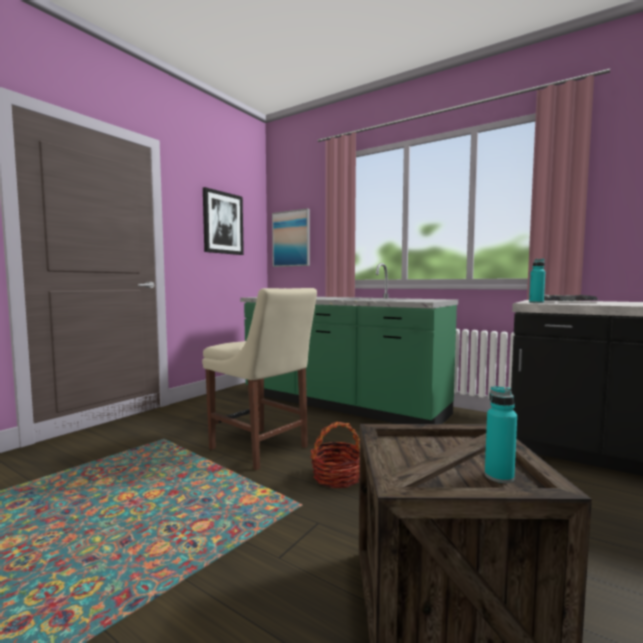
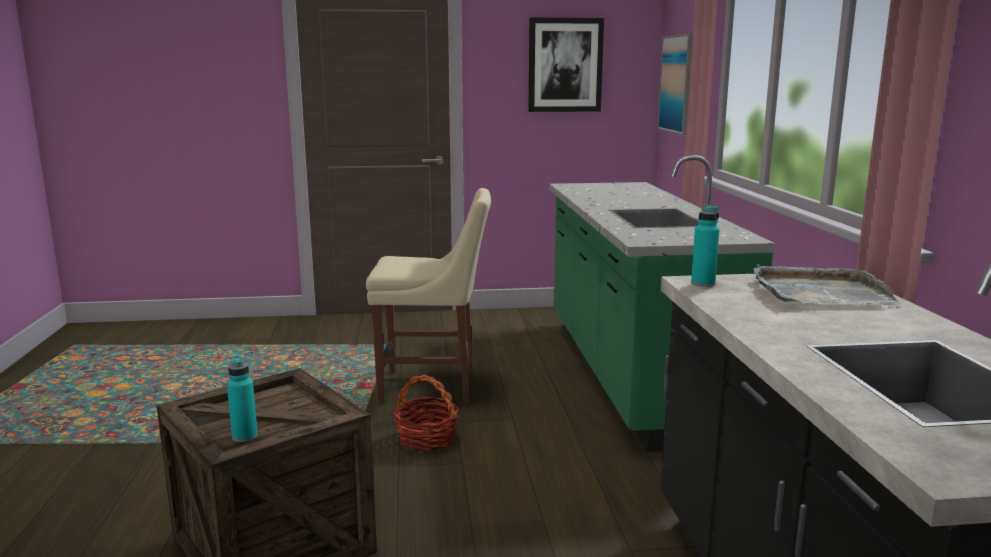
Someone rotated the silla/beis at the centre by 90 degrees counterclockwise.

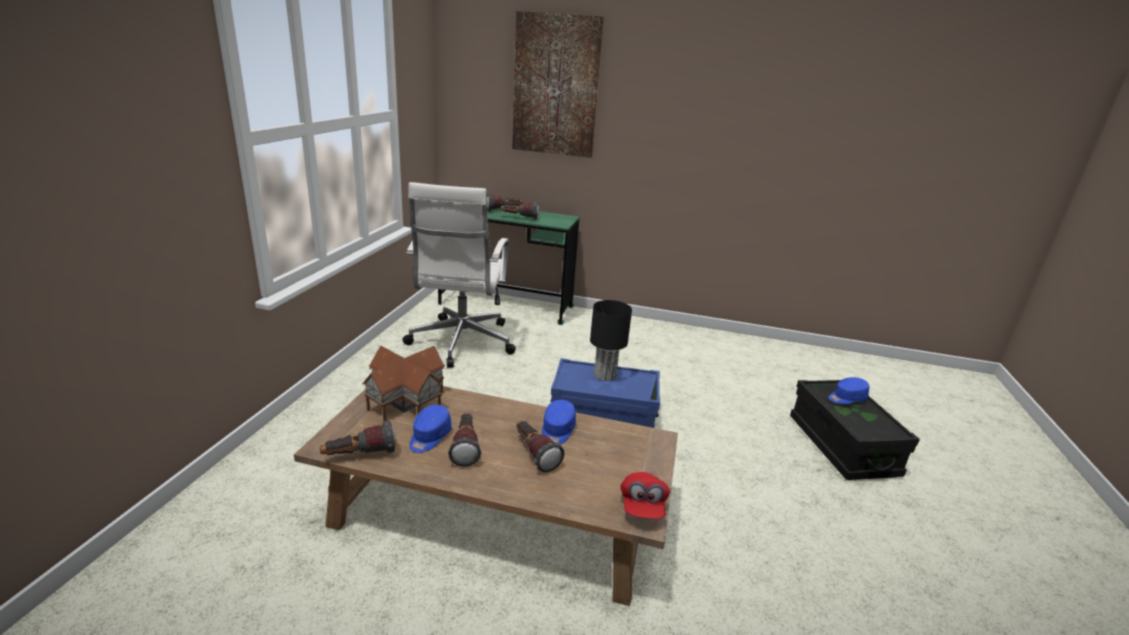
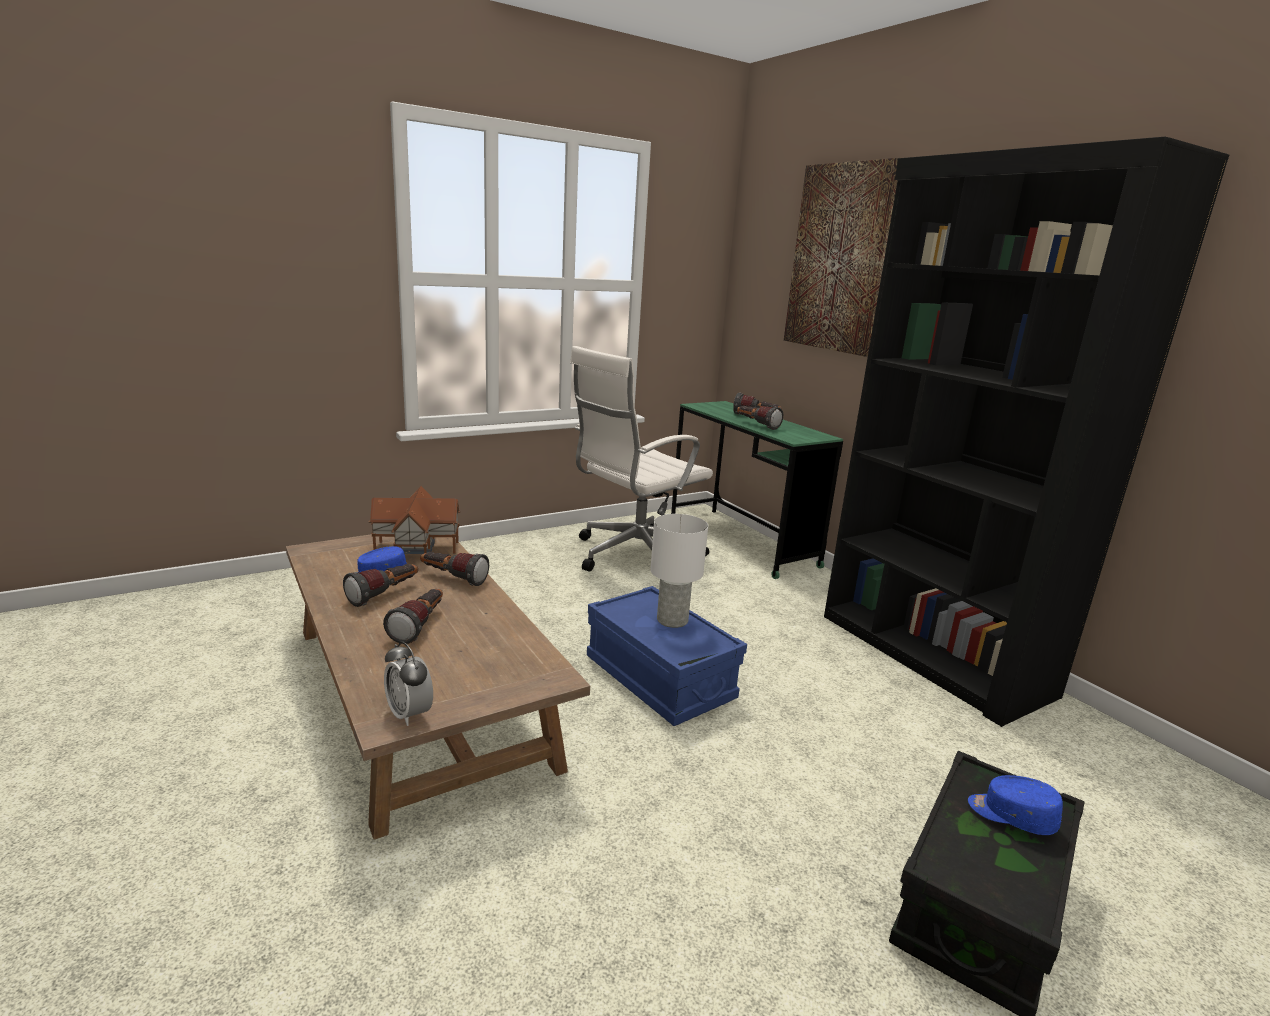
Someone took away the gorra/azul (2nd from left) at the centre.
Someone put down the estantería/negro at the middle right.
Someone carried the linterna (1st from left in the first image) from the bottom left to the centre.
Someone swapped the gorra/rojo at the bottom centre for the despertador at the bottom left.
Someone repainted the lámpara de mesa/negro at the centre, which became the lámpara de mesa/blanco at the centre.

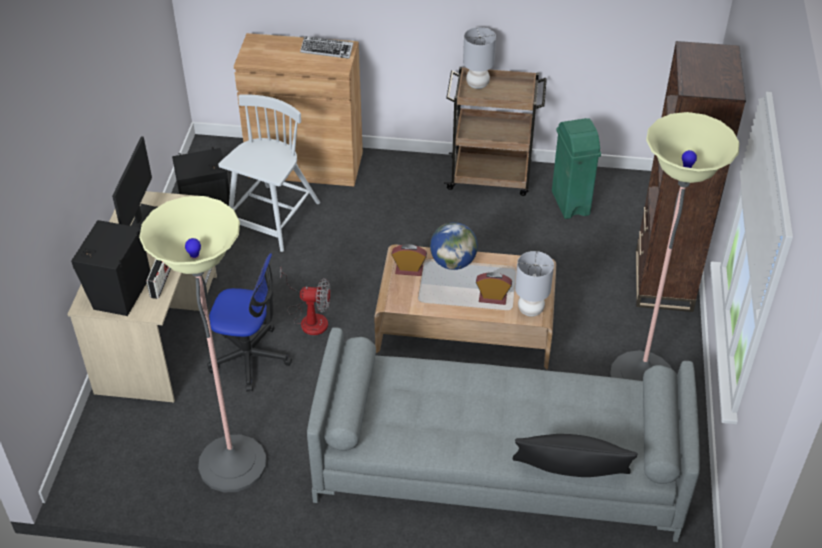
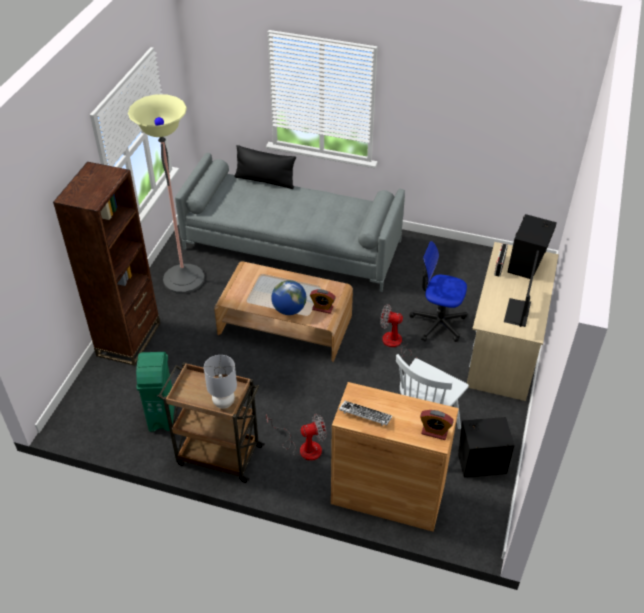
Someone took away the lámpara de pie (1st from left) at the middle left.
Someone took away the lámpara de mesa/gris (2nd from left) at the centre.
Someone put down the ventilador (1st from left) at the bottom centre.
Someone carried the despertador (2nd from left) from the centre to the bottom right.

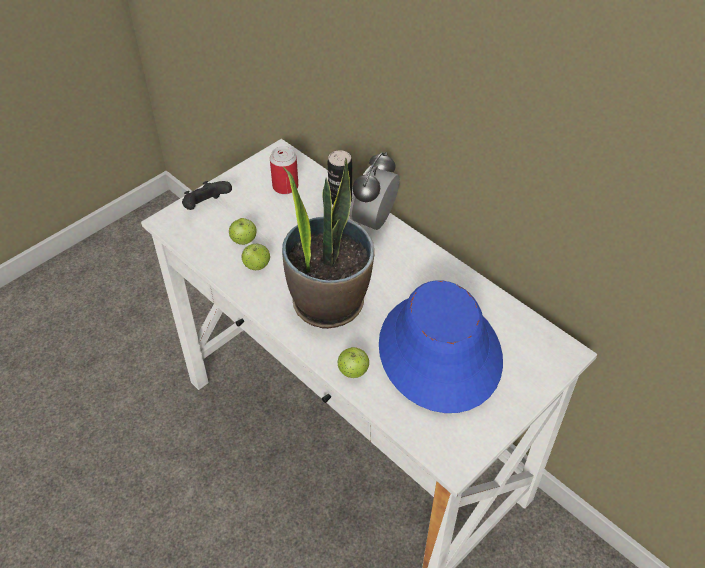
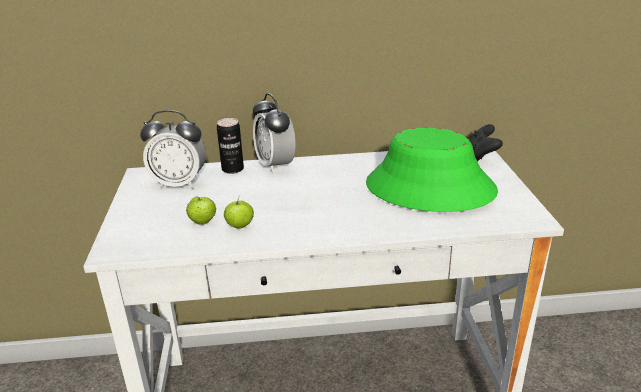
Someone took away the planta en maceta at the centre.
Someone took away the manzana (3rd from left) at the centre.
Someone carried the mando de consola/negro from the middle left to the middle right.
Someone swapped the lata (1st from left) at the top centre for the despertador (1st from left) at the middle left.
Someone repainted the sombrero/azul at the centre, which became the sombrero/verde at the middle right.

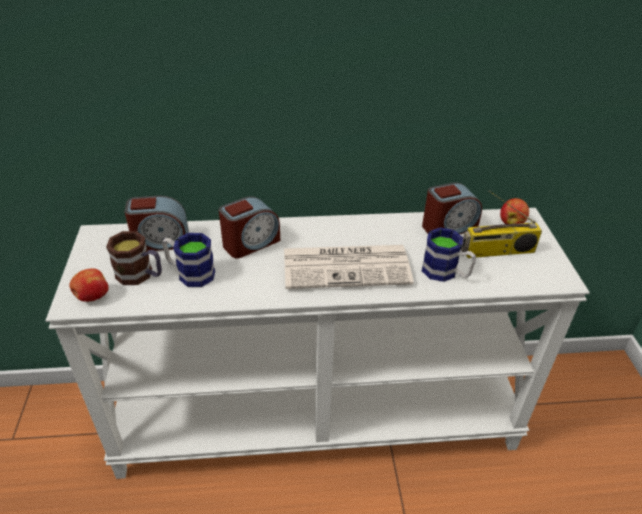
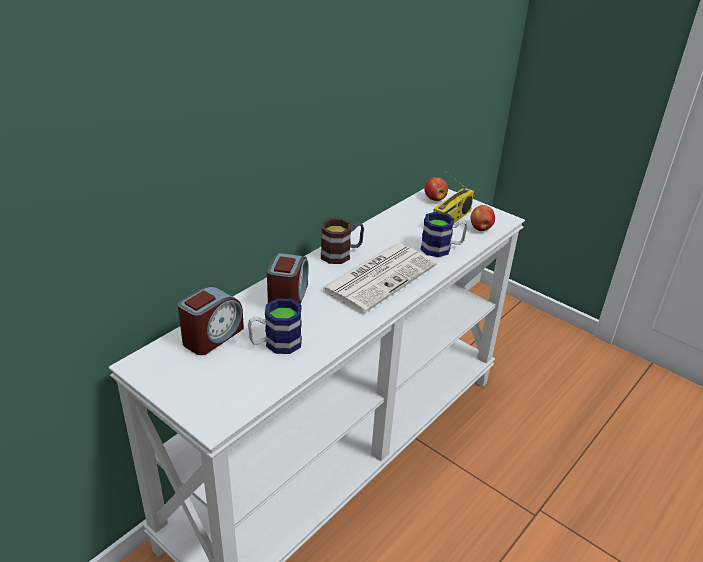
Someone took away the despertador (3rd from left) at the middle right.
Someone carried the manzana (1st from left in the first image) from the middle left to the middle right.
Someone carried the taza grande (1st from left in the first image) from the middle left to the centre.

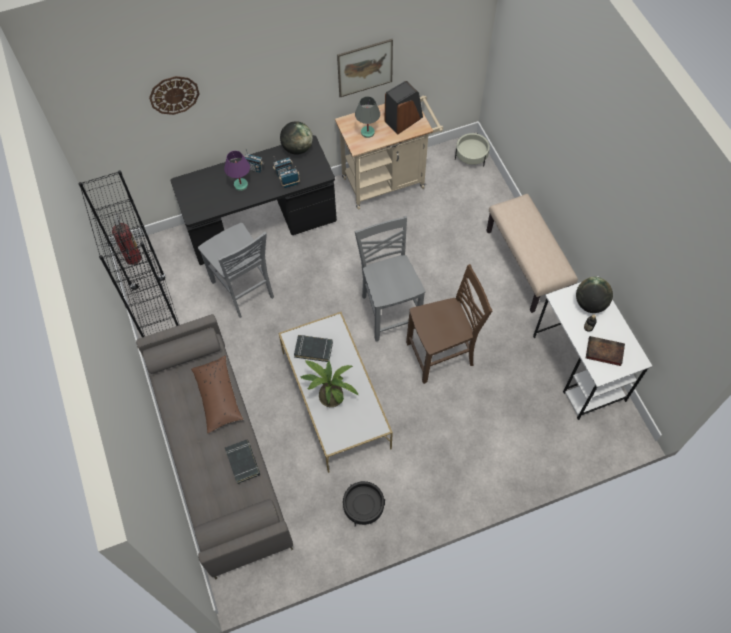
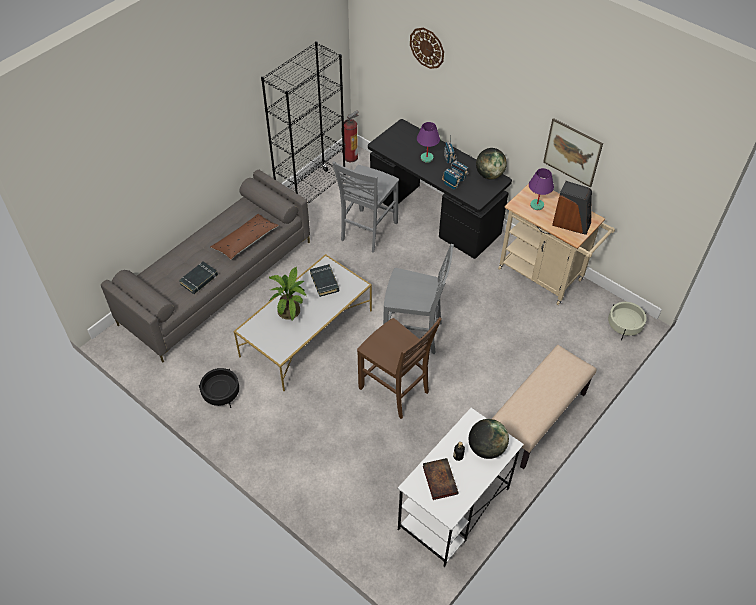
Someone repainted the lámpara de mesa/gris at the top centre, which became the lámpara de mesa/morado (2nd from left) at the top right.
Someone rotated the silla/gris (2nd from left) at the centre by 60 degrees clockwise.

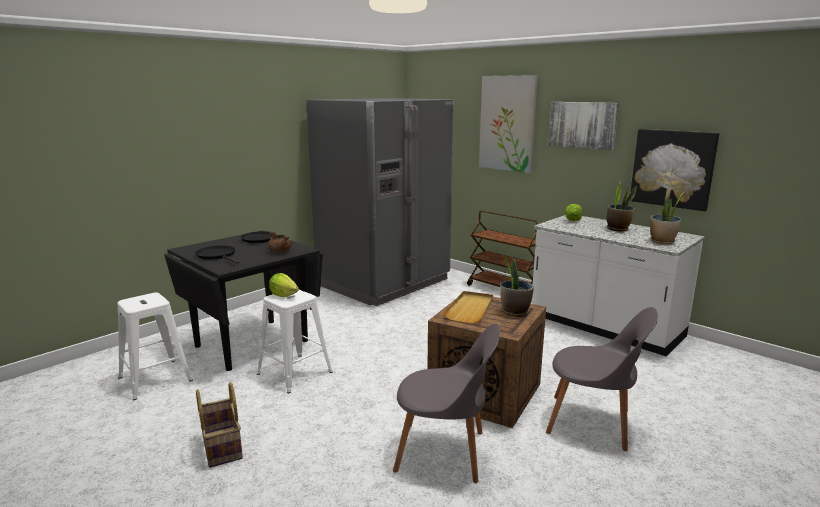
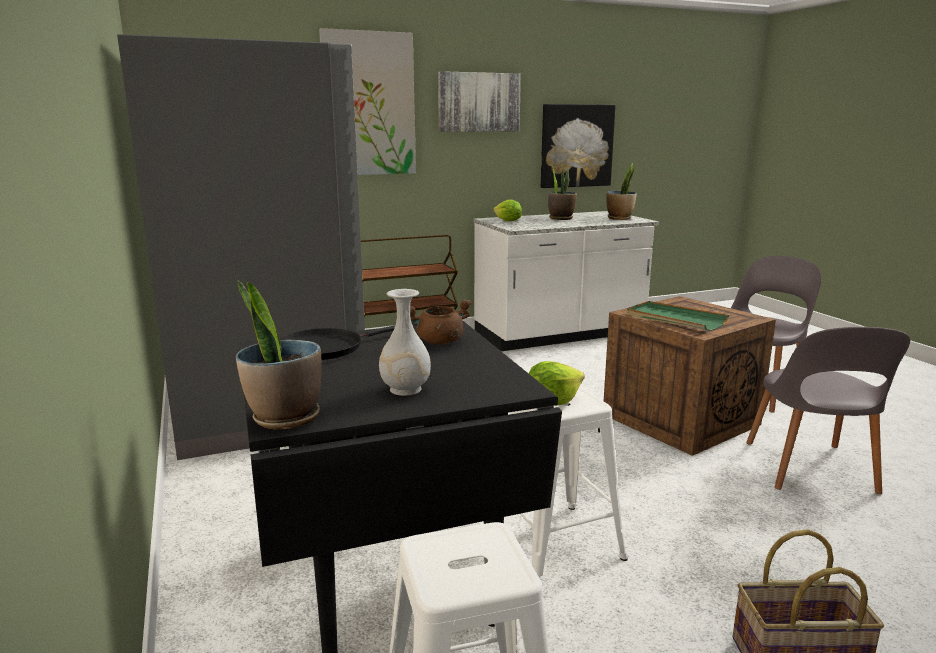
Someone carried the planta en maceta (1st from left) from the centre to the middle left.
Someone swapped the sartén/negro (1st from left) at the middle left for the florero/blanco at the centre.
Someone repainted the bandeja/beis at the centre, which became the bandeja/verde at the middle right.
Someone rotated the silla/gris (1st from left in the first image) at the bottom centre by 150 degrees clockwise.

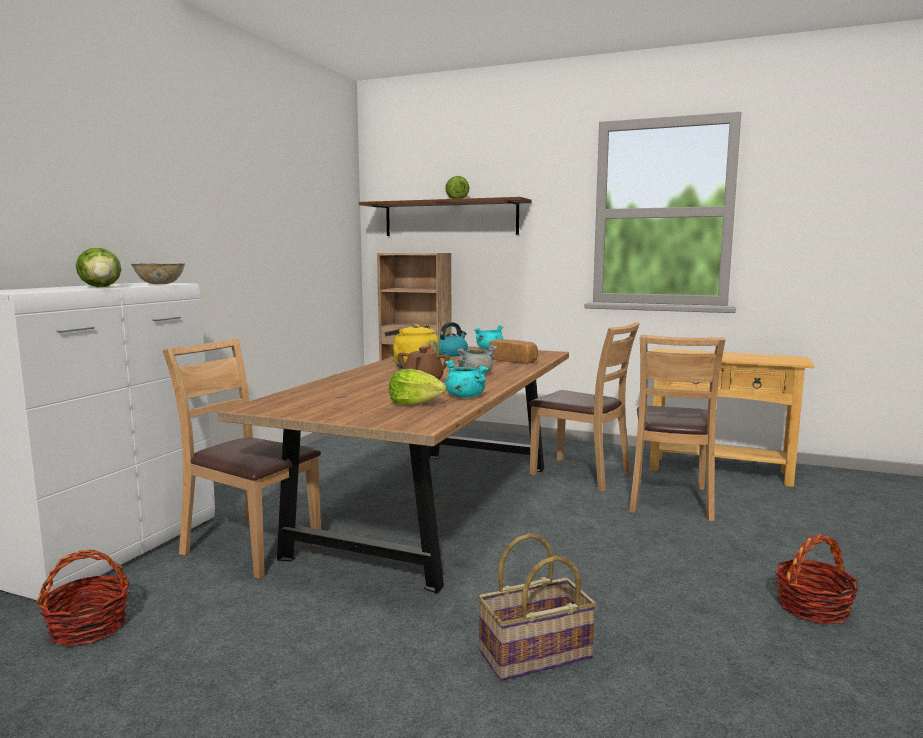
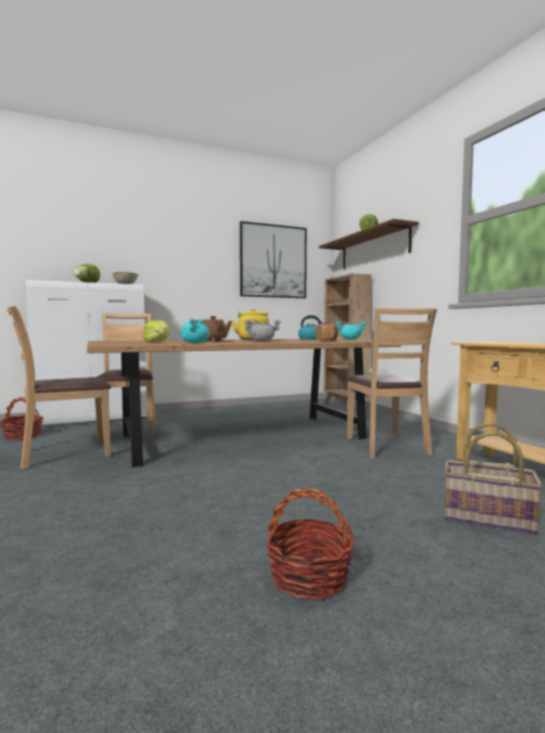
Someone put up the cuadro at the centre.
Someone carried the cesta (2nd from left in the first image) from the bottom centre to the middle right.
Someone carried the silla/marrón (3rd from left in the first image) from the middle right to the middle left.

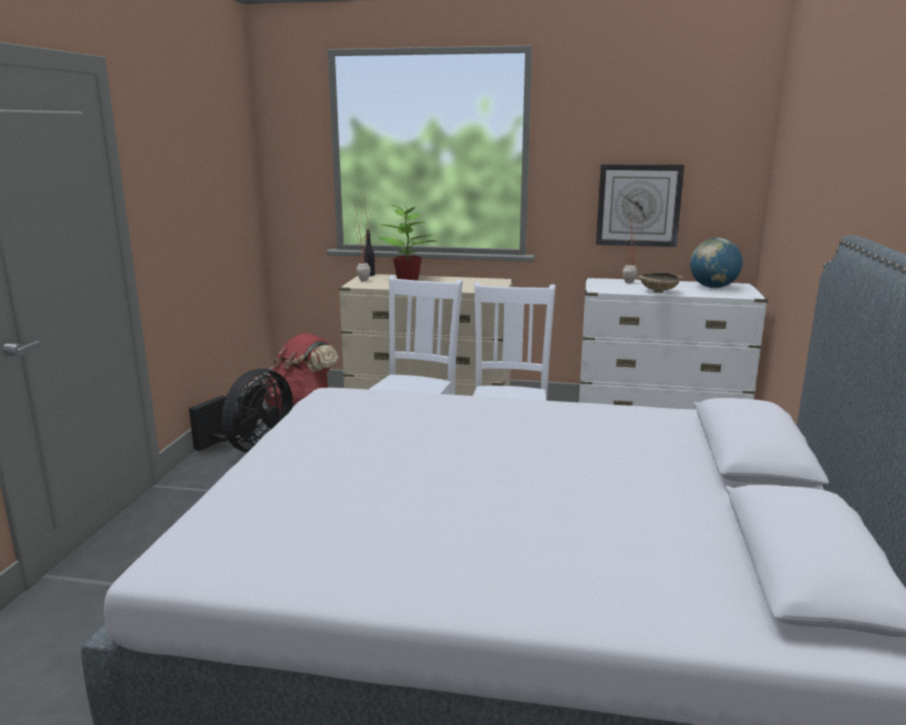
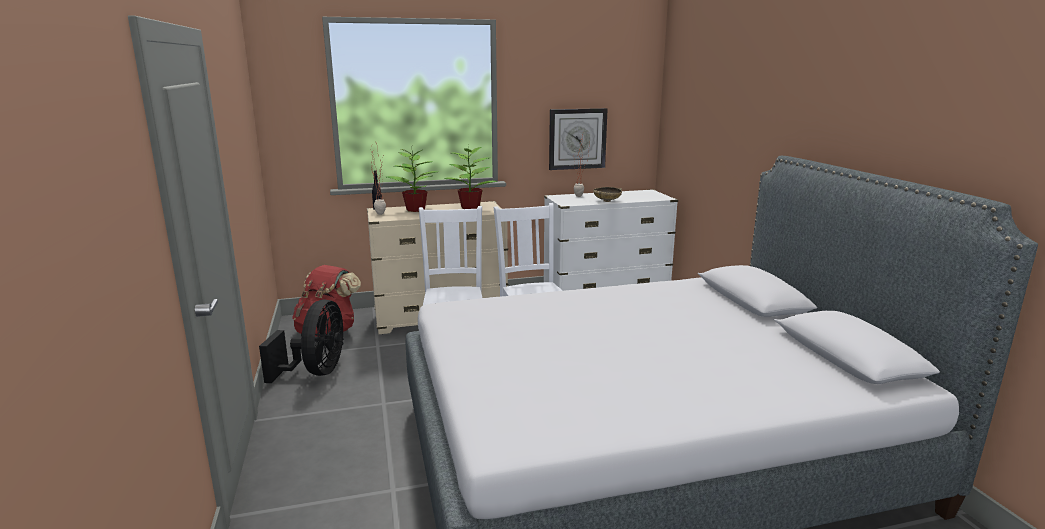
Someone took away the globo terráqueo at the middle right.
Someone put down the planta en maceta (3rd from left) at the centre.

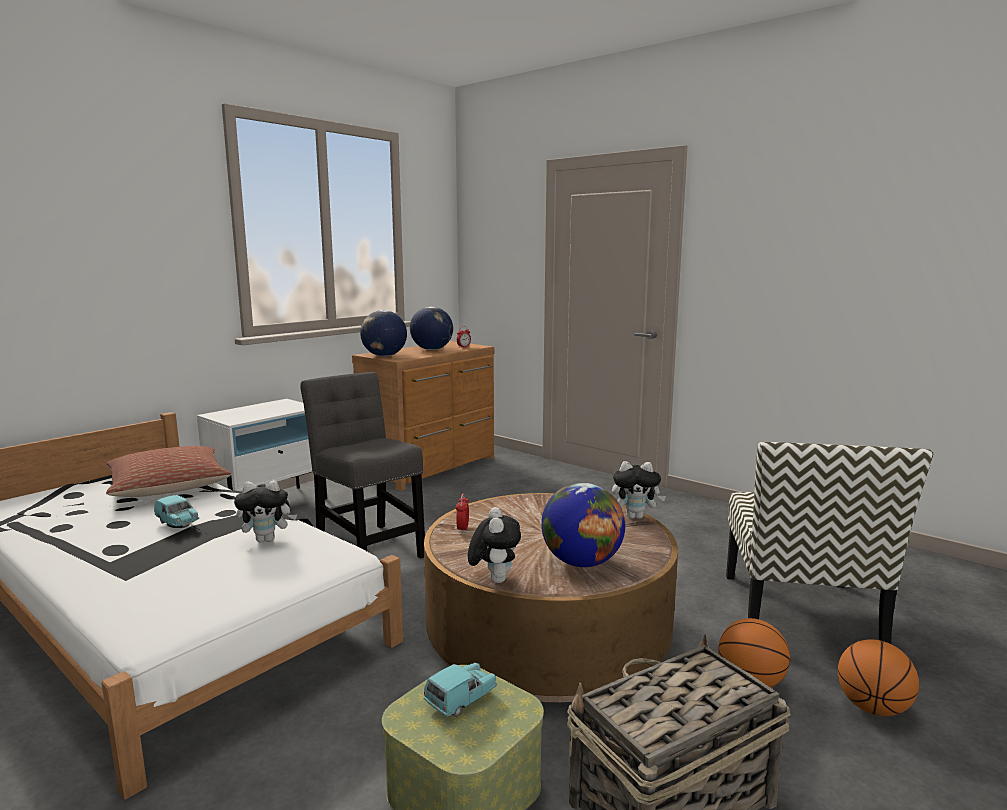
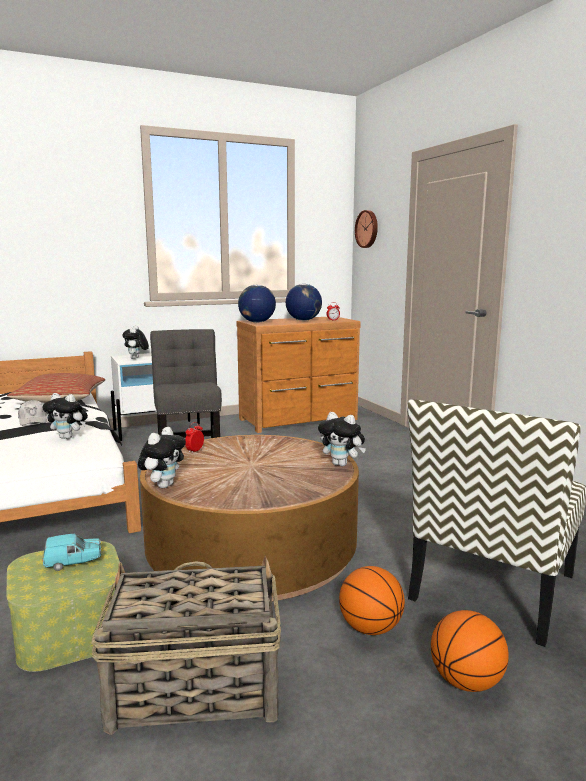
Someone took away the globo terráqueo (3rd from left) at the centre.
Someone put down the peluche (2nd from left) at the middle left.
Someone put up the reloj de pared at the top centre.
Someone swapped the coche de juguete/turquesa (1st from left) at the middle left for the gorra/blanco at the middle left.

